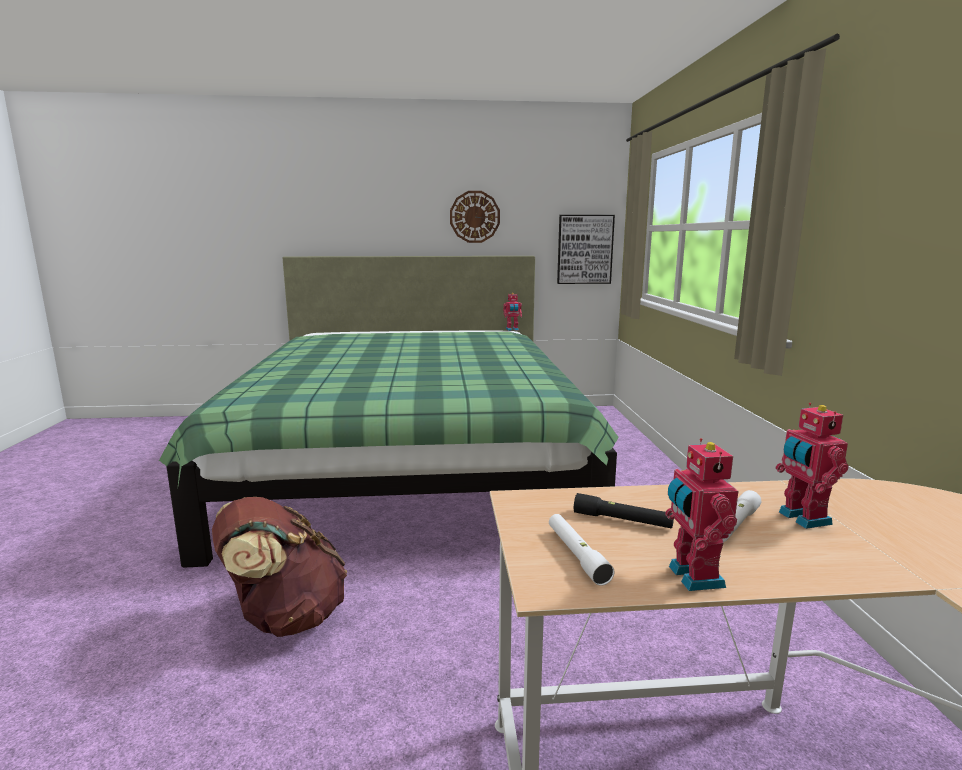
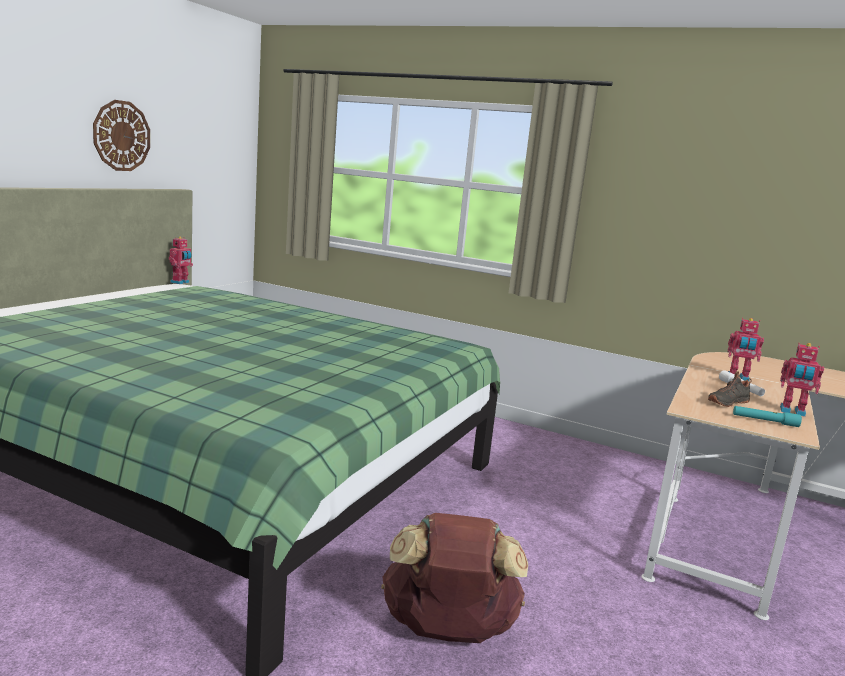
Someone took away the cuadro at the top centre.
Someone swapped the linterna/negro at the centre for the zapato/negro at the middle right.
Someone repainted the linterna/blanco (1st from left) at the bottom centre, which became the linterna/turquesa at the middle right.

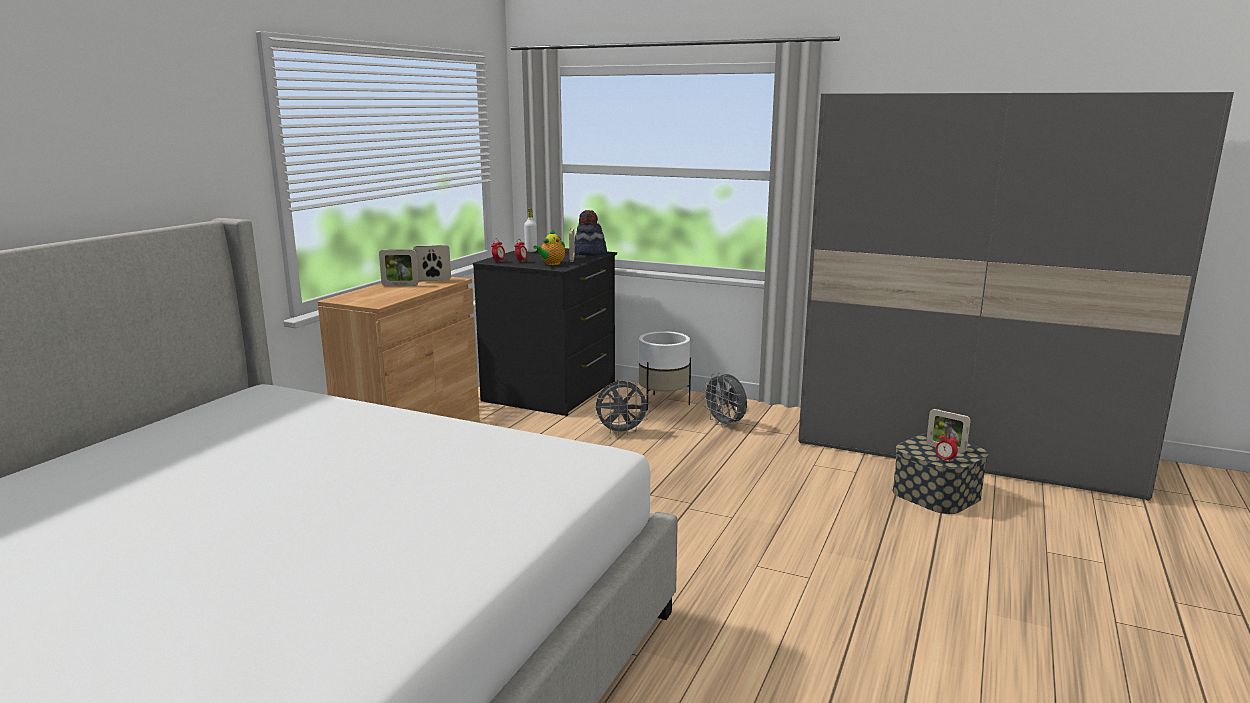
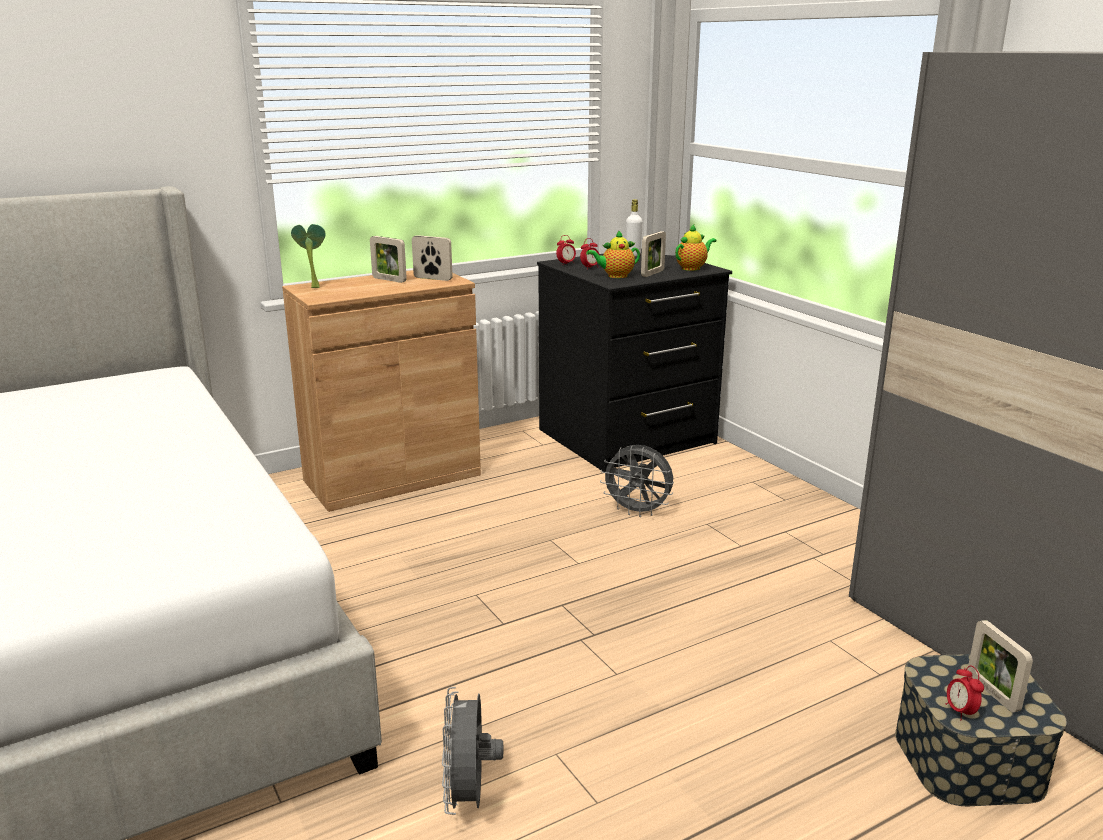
Someone took away the maceta/blanco at the centre.
Someone put down the planta en maceta at the top left.
Someone carried the ventilador/gris (2nd from left in the first image) from the centre to the bottom centre.
Someone swapped the sombrero at the top centre for the tetera (2nd from left) at the top centre.

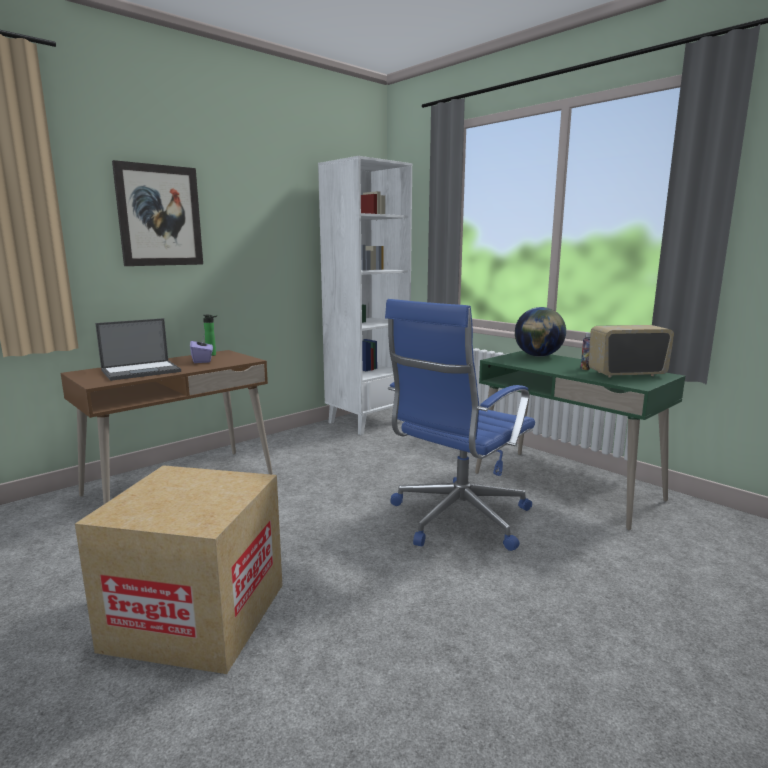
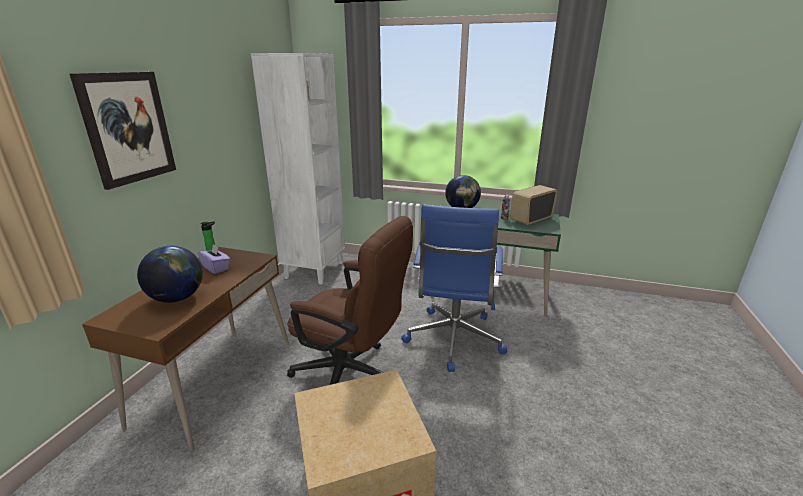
Someone put down the silla de oficina/marrón at the centre.
Someone swapped the portátil at the middle left for the globo terráqueo (1st from left) at the middle left.

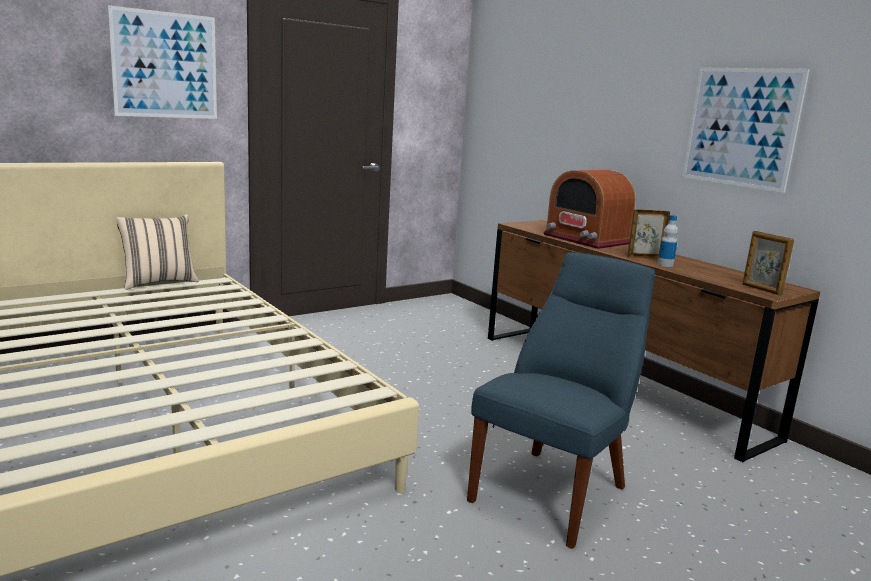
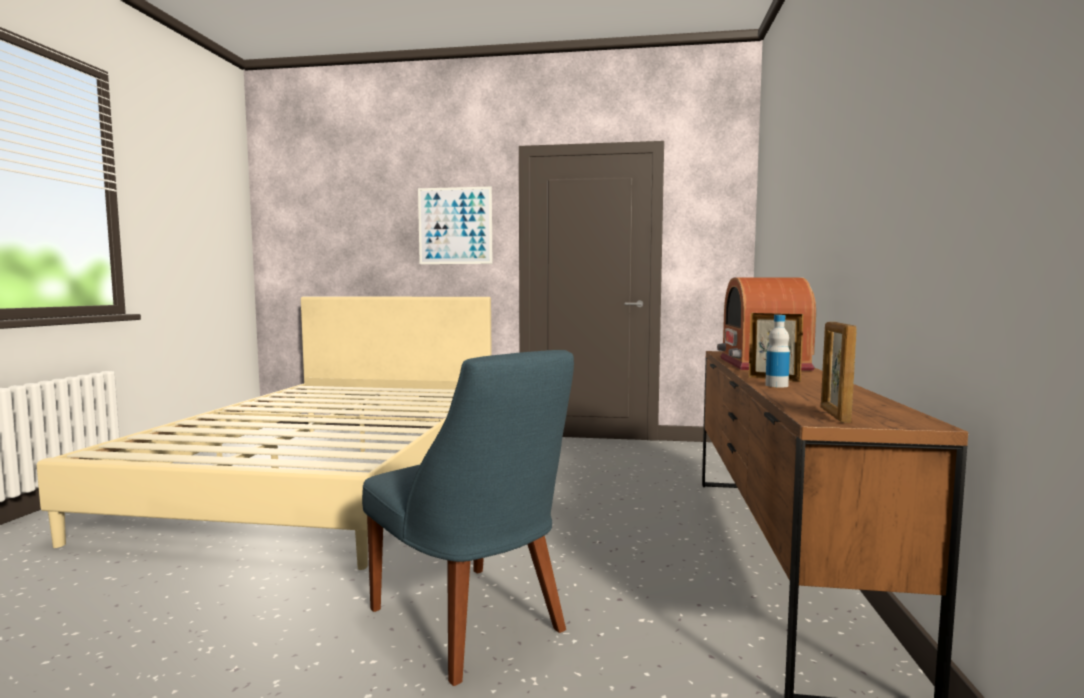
Someone took away the cojín/beis at the middle left.
Someone took away the cuadro (2nd from left) at the top right.
Someone rotated the silla/azul at the bottom centre by 60 degrees clockwise.

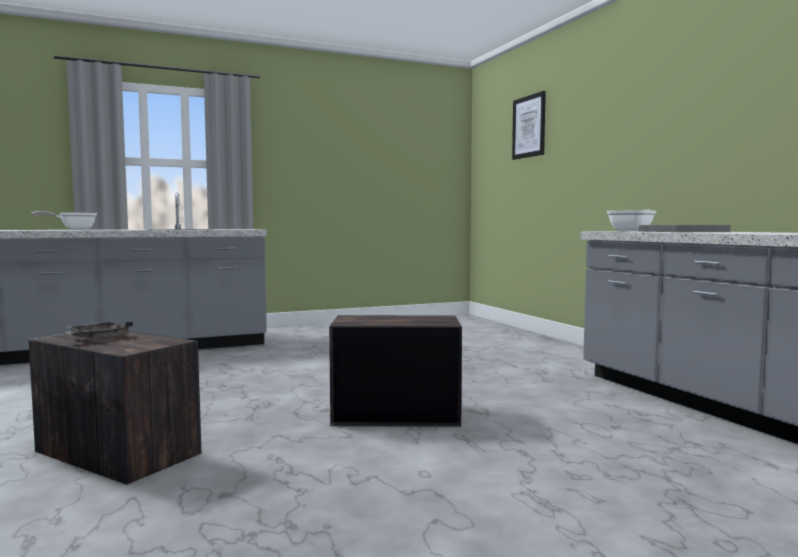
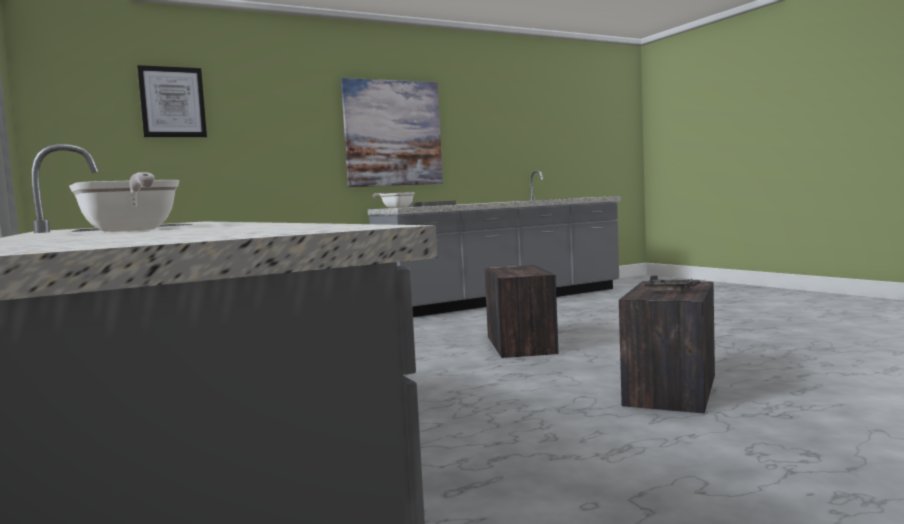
Someone put up the cuadro (2nd from left) at the top centre.

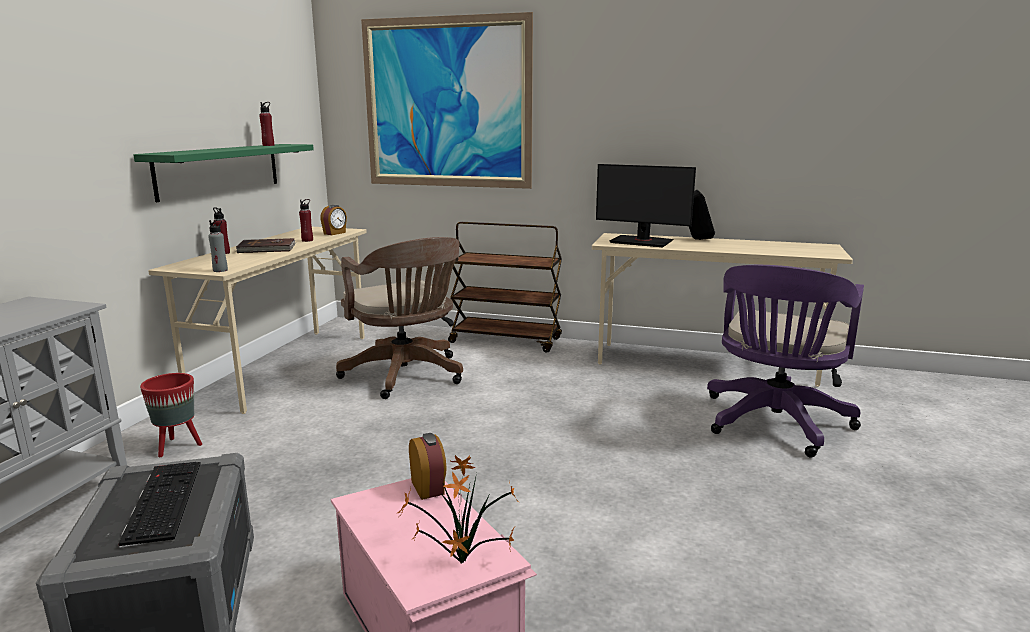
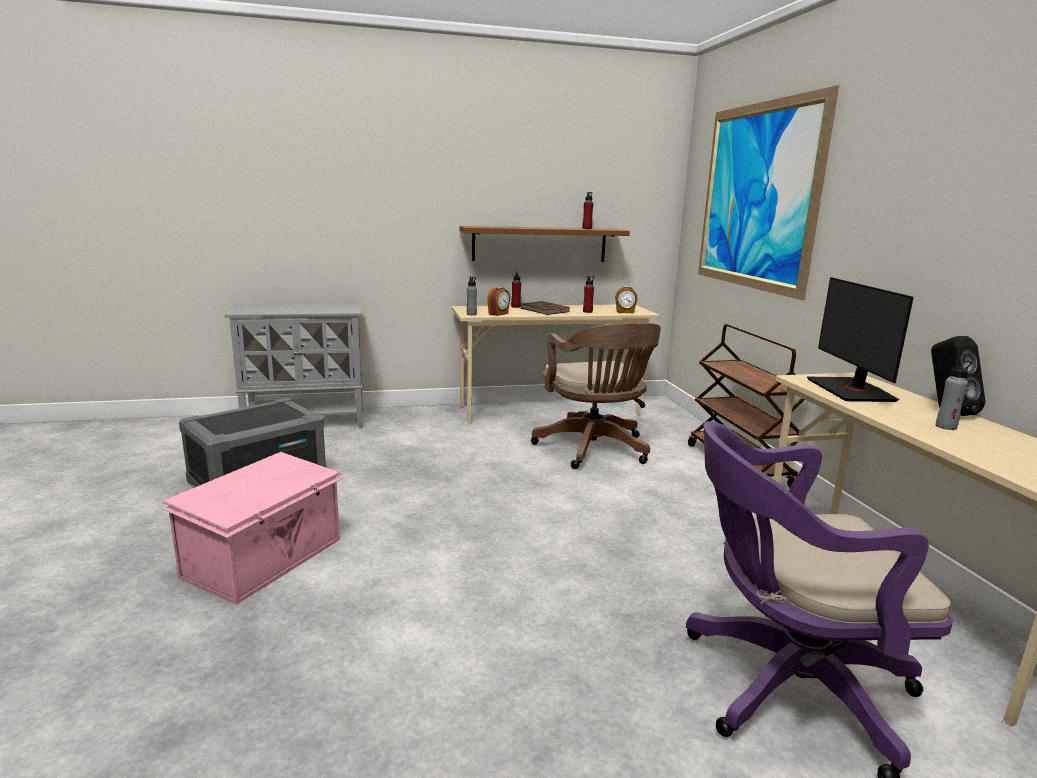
Someone took away the teclado at the bottom left.
Someone took away the maceta/rojo at the middle left.
Someone took away the planta en maceta at the bottom centre.
Someone put down the botella/gris (2nd from left) at the middle right.
Someone carried the despertador (2nd from left in the first image) from the bottom centre to the centre.
Someone repainted the estante/verde at the top left, which became the estante/marrón at the top centre.
Someone rotated the silla de oficina/marrón at the centre by 45 degrees counterclockwise.

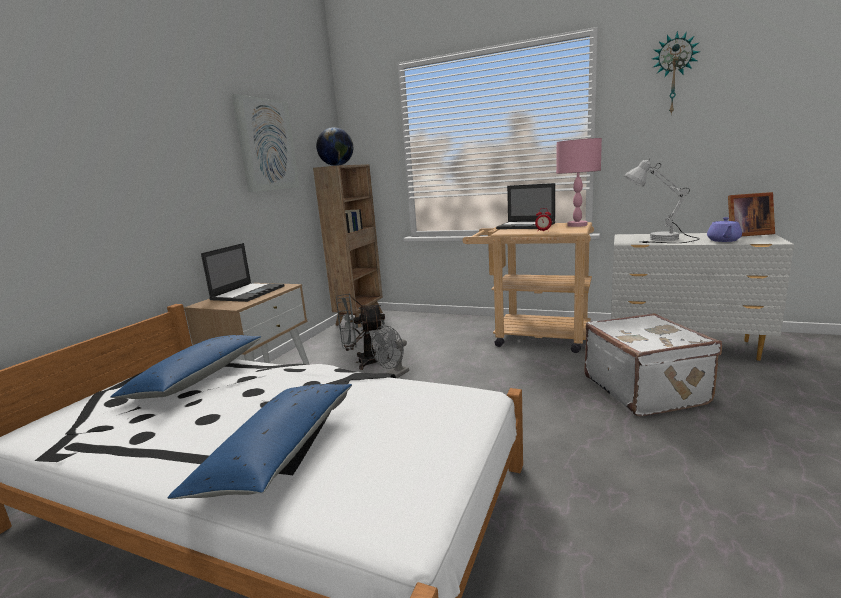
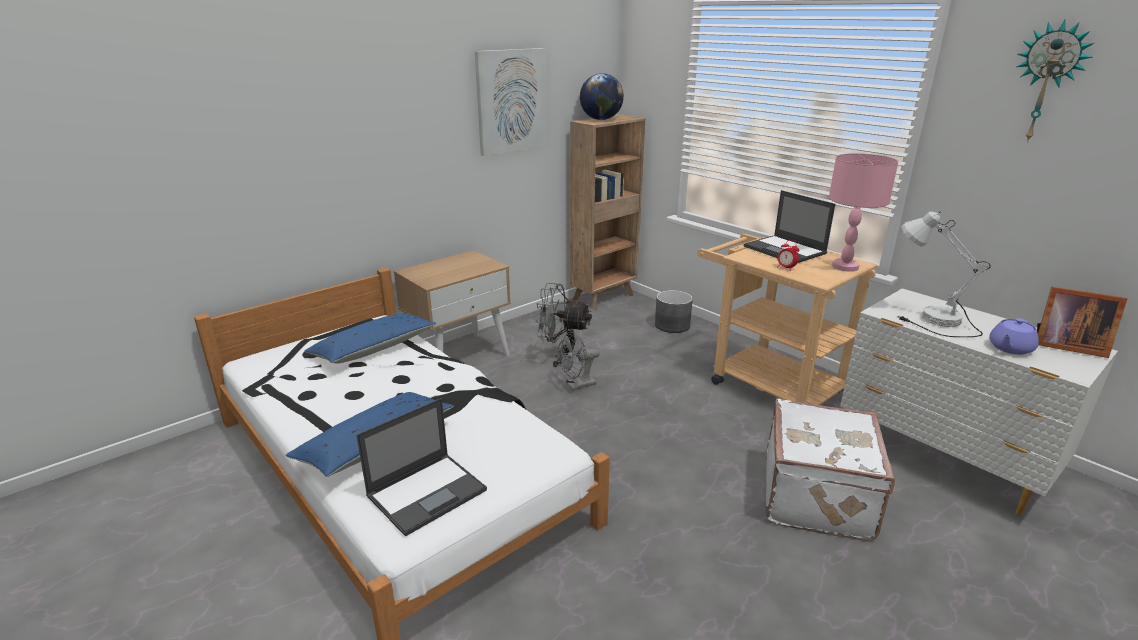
Someone put down the maceta/gris at the centre.
Someone carried the portátil (1st from left) from the middle left to the bottom centre.

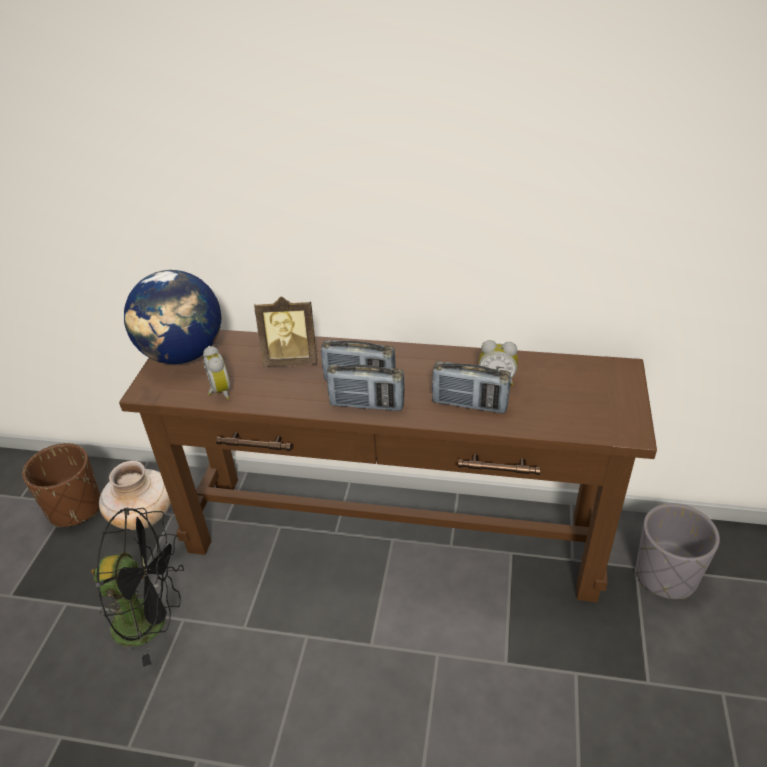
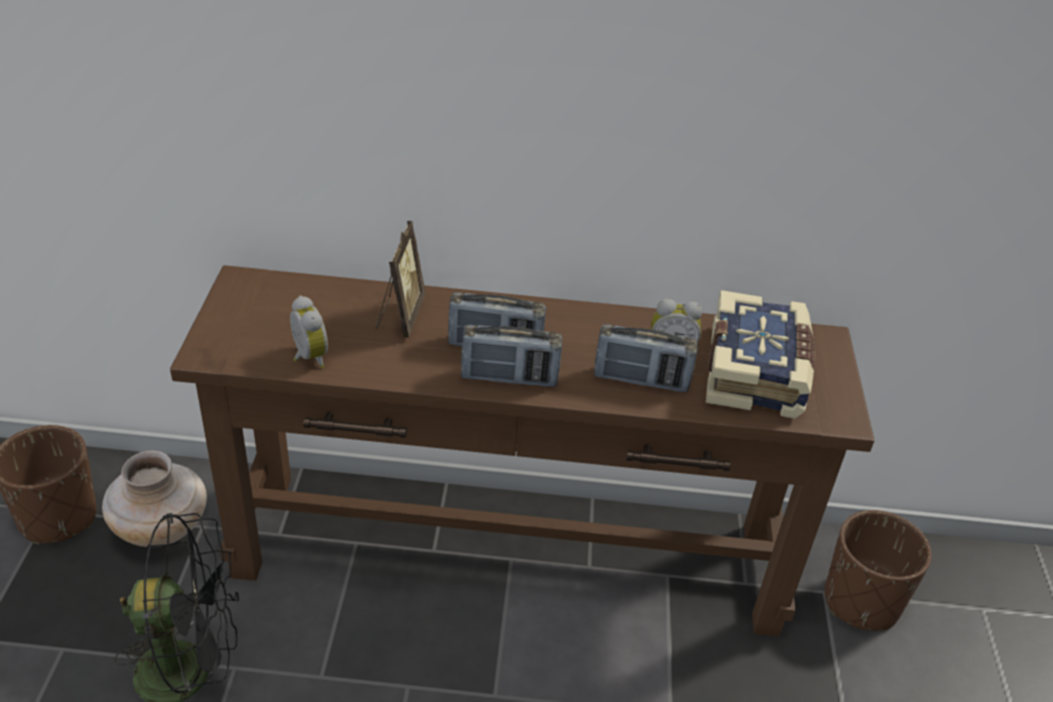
Someone took away the globo terráqueo at the middle left.
Someone put down the libro at the middle right.
Someone repainted the maceta/gris at the bottom right, which became the maceta/marrón (2nd from left) at the bottom right.
Someone rotated the portarretratos at the centre by 75 degrees counterclockwise.

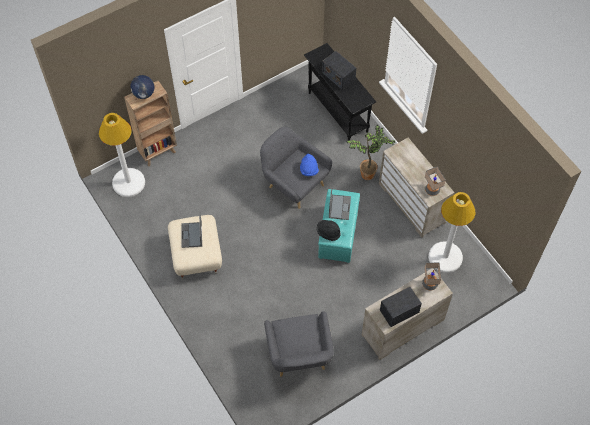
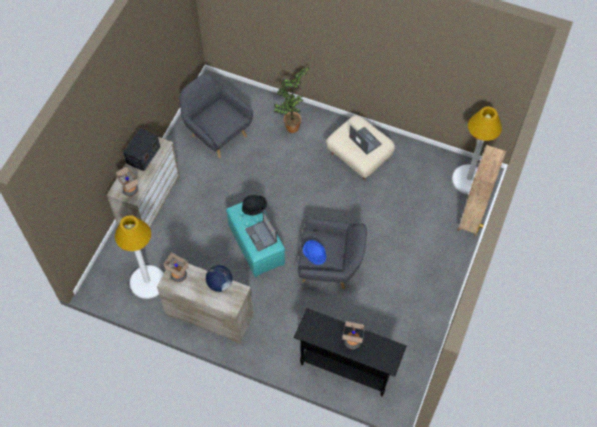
Someone carried the globo terráqueo from the top left to the centre.
Someone carried the planta en maceta from the centre to the top centre.
Someone swapped the radio (1st from left) at the top centre for the lámpara de mesa (3rd from left) at the bottom centre.

